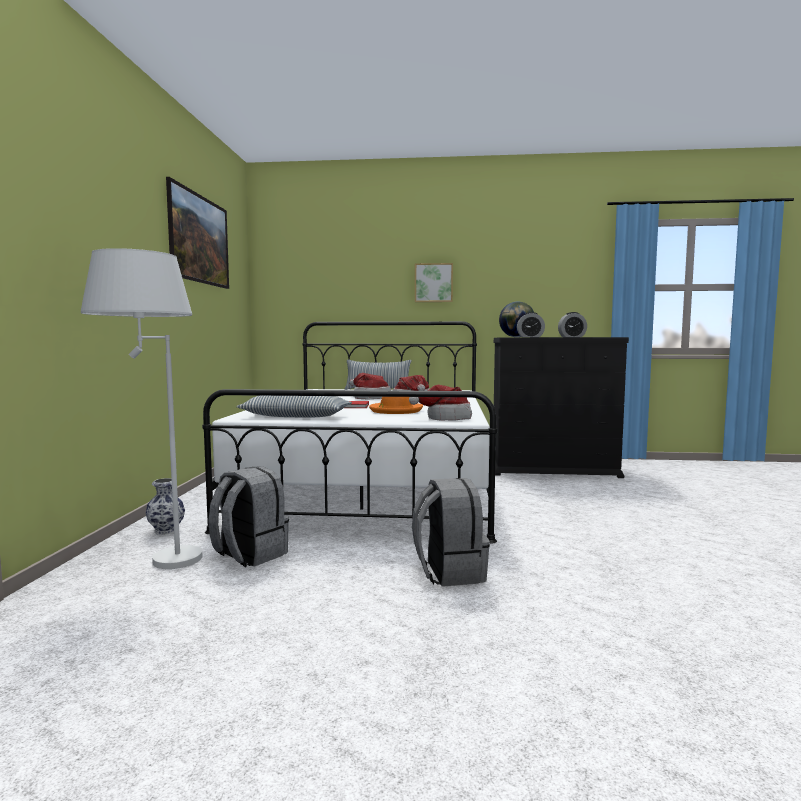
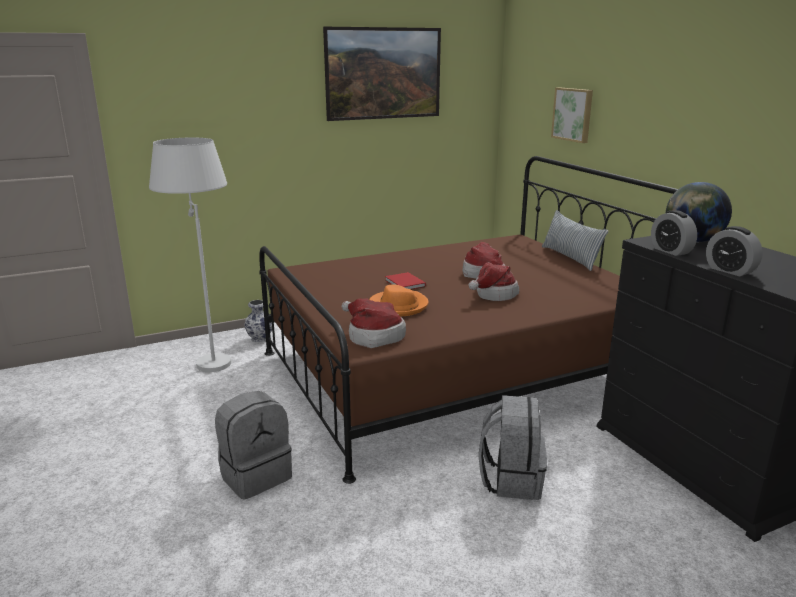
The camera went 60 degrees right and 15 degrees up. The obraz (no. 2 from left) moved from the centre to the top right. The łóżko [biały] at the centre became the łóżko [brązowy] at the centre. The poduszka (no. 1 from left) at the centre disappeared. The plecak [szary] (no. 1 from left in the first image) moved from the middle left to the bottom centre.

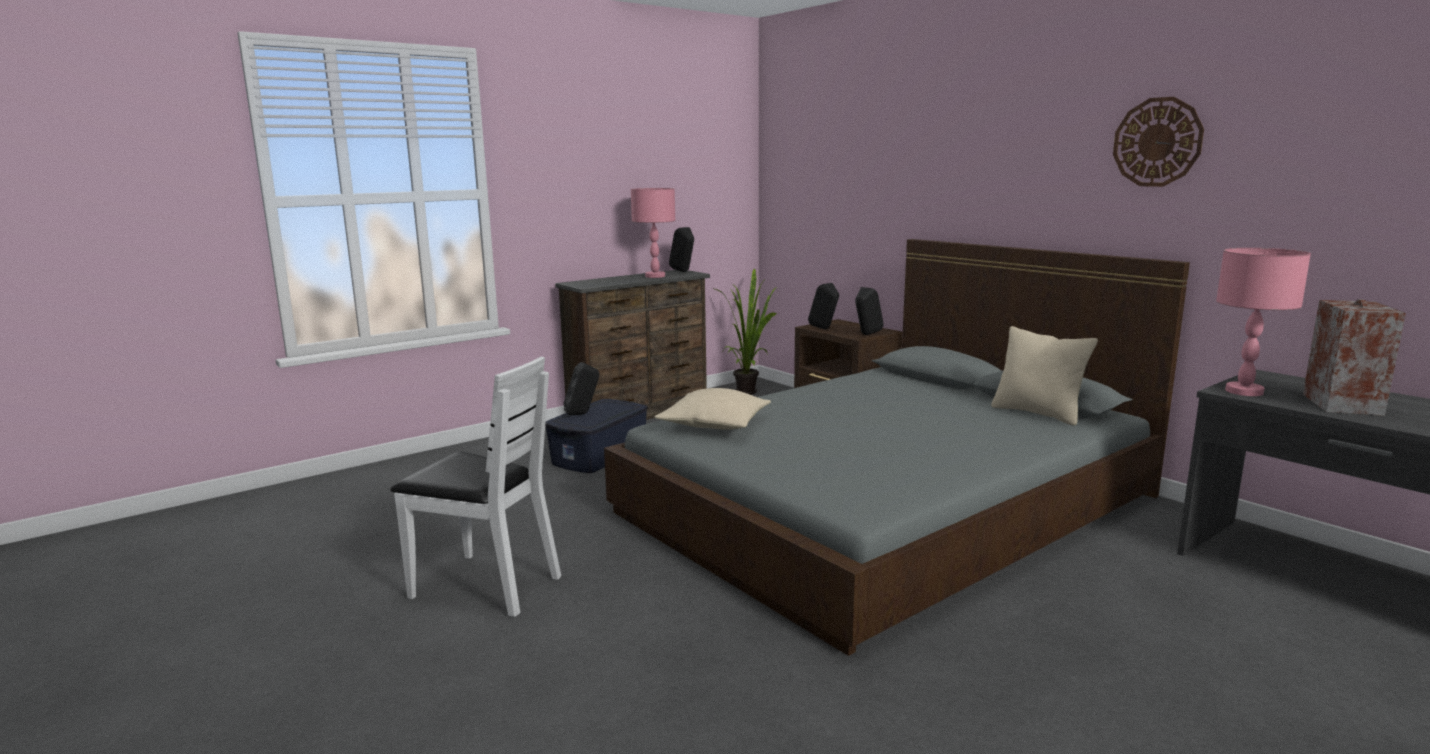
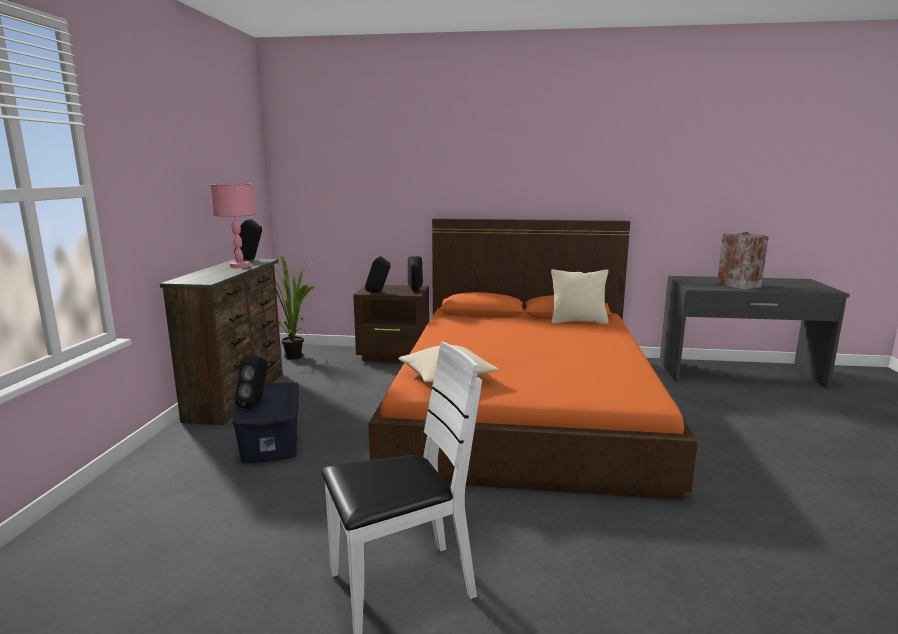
The camera went 45 degrees left and 0 degrees up. The zegar ścienny at the top right disappeared. The łóżko [szary] at the centre became the łóżko [pomarańczowy] at the centre. The lampa stołowa [różowy] (no. 2 from left) at the middle right disappeared.

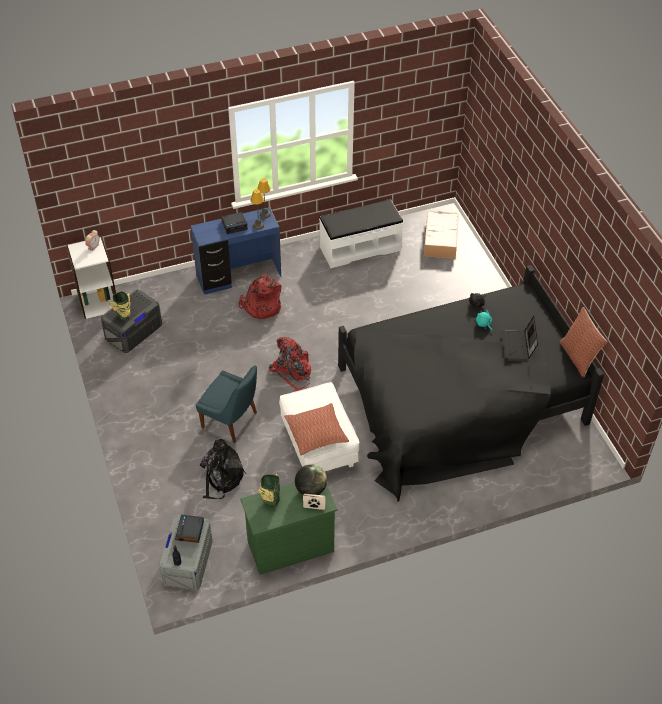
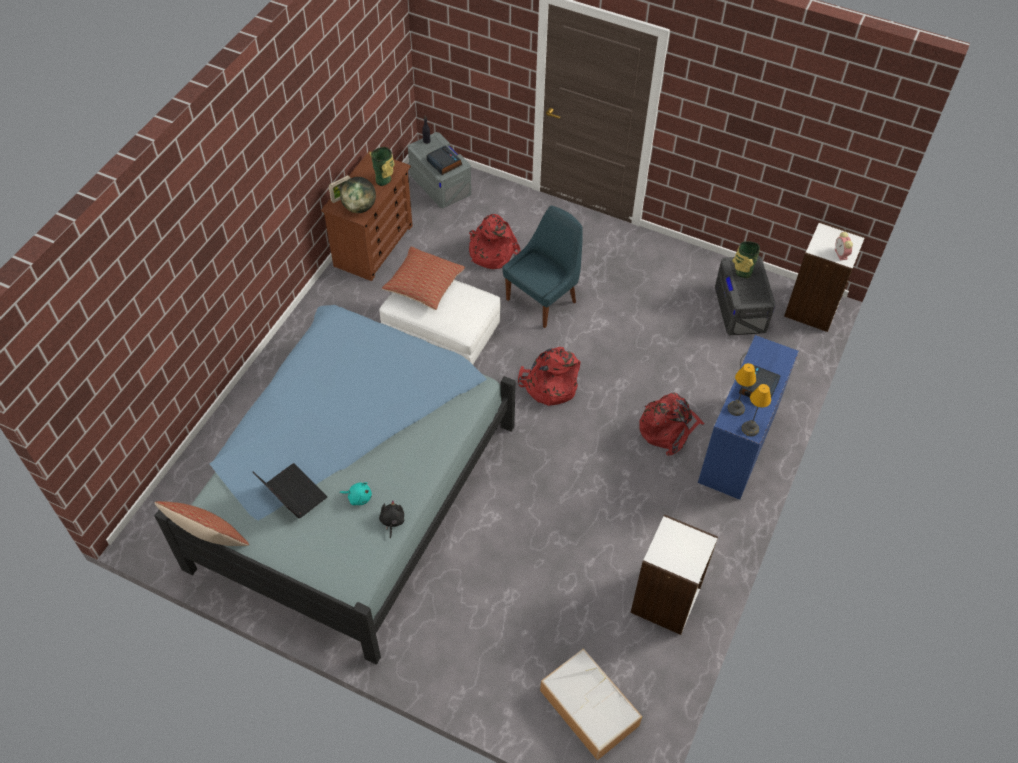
The camera went 135 degrees right and 5 degrees up. The ławka [biały] at the top centre was replaced by the regał [biały] (no. 1 from left) at the bottom centre. The łóżko [czarny] at the middle right became the łóżko [niebieski] at the middle left. The krzesło [niebieski] at the centre turned 150 degrees clockwise. The plecak [czarny] at the centre became the plecak [czerwony] (no. 1 from left) at the top centre. The komoda [zielony] at the bottom centre became the komoda [brązowy] at the top centre.

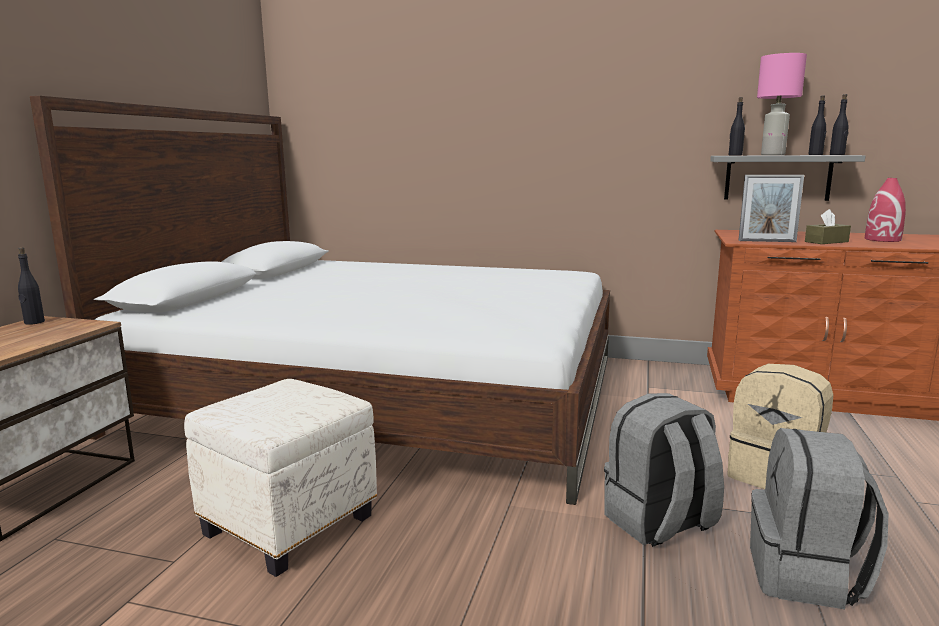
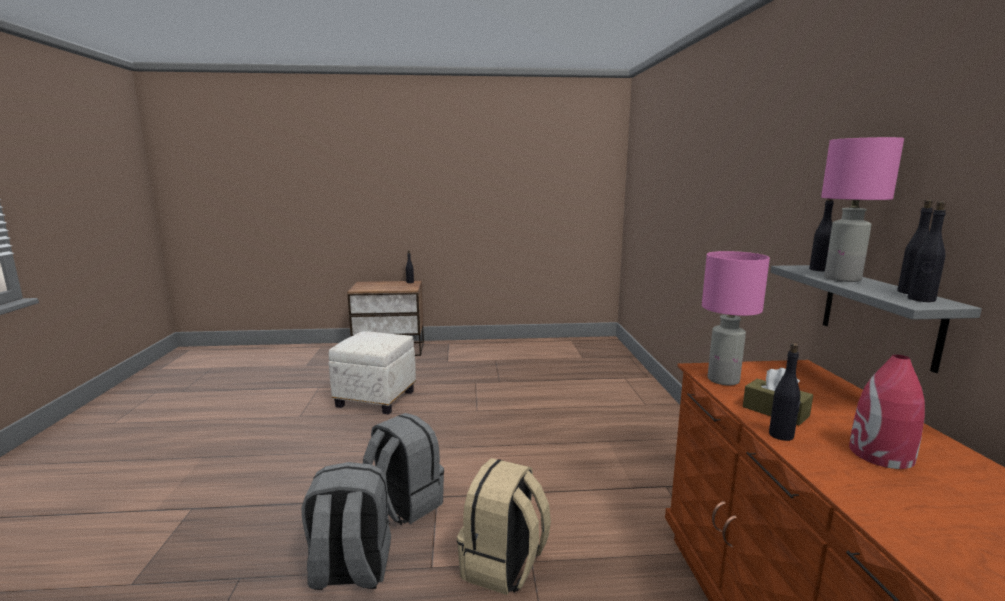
The camera went 70 degrees right and 0 degrees up. The łóżko at the centre disappeared. The ramka na zdjęcie at the top right was replaced by the lampa stołowa [różowy] (no. 1 from left) at the middle right. The butelka [czarny] (no. 2 from left) at the middle right appeared.

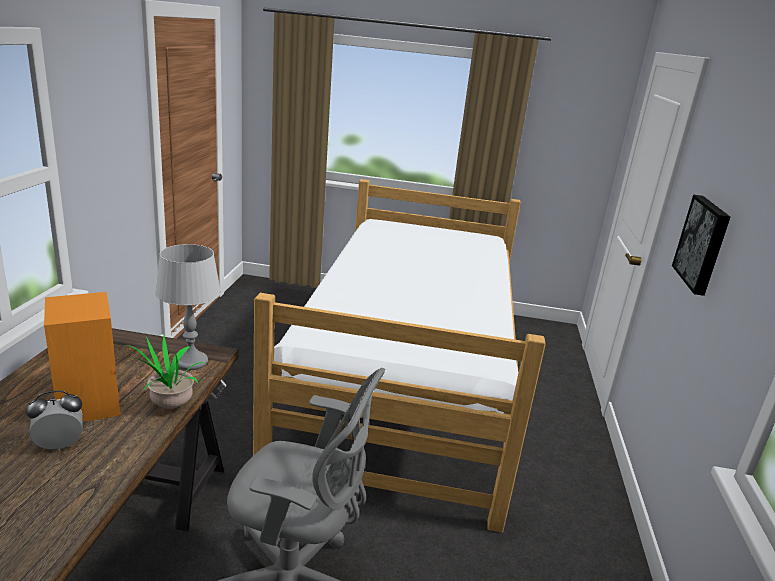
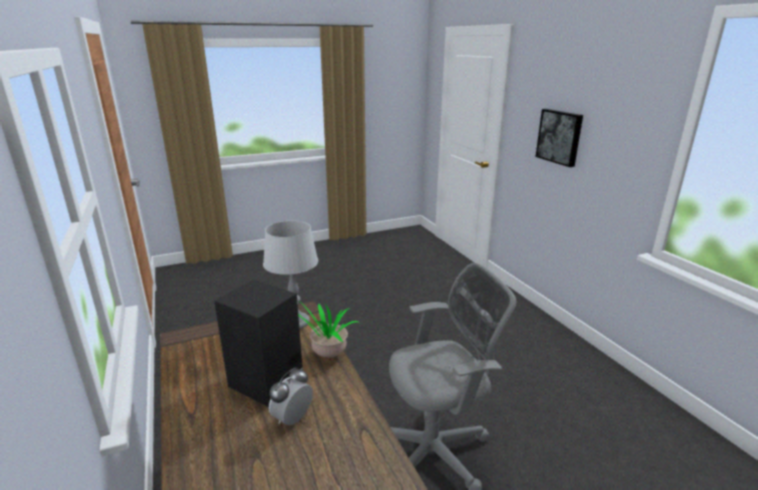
The camera went 30 degrees left and 0 degrees up. The łóżko at the centre disappeared. The głośnik [pomarańczowy] at the middle left became the głośnik [czarny] at the bottom centre.

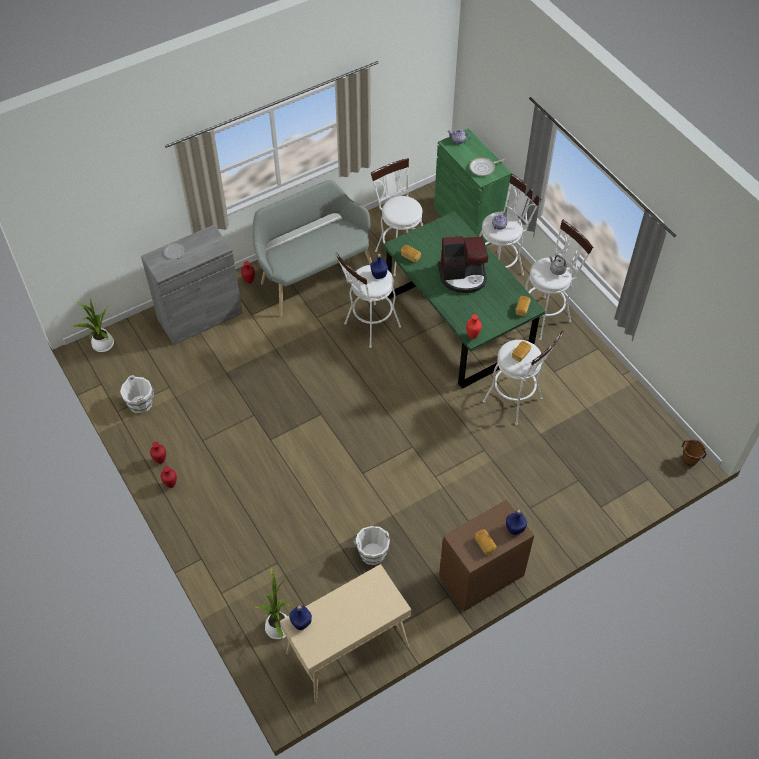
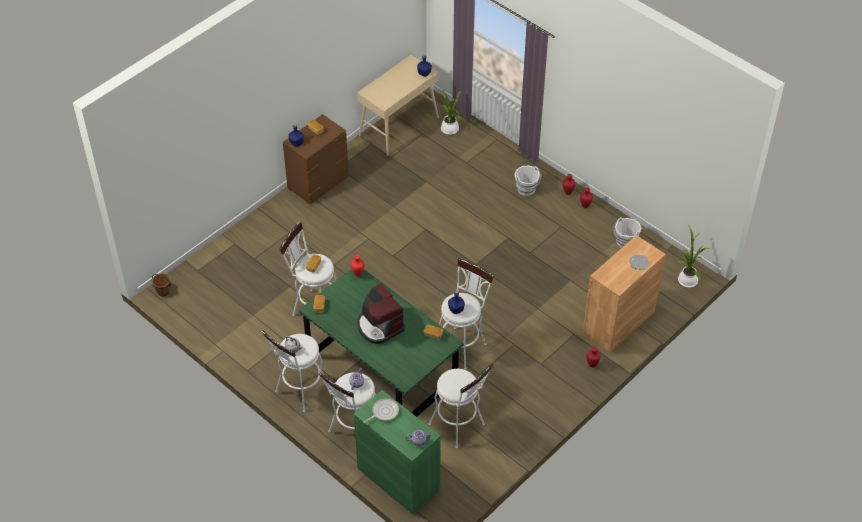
The camera went 165 degrees right and 5 degrees down. The ławka [szary] at the top centre disappeared. The szafka [szary] at the middle left became the szafka [brązowy] at the middle right. The ekspres do kawy at the centre turned 105 degrees counterclockwise. The wiadro [biały] (no. 2 from left in the first image) moved from the bottom centre to the centre.

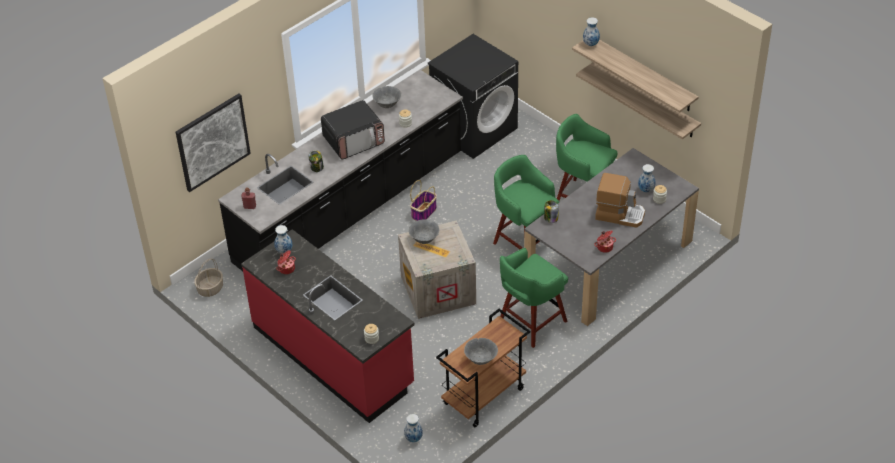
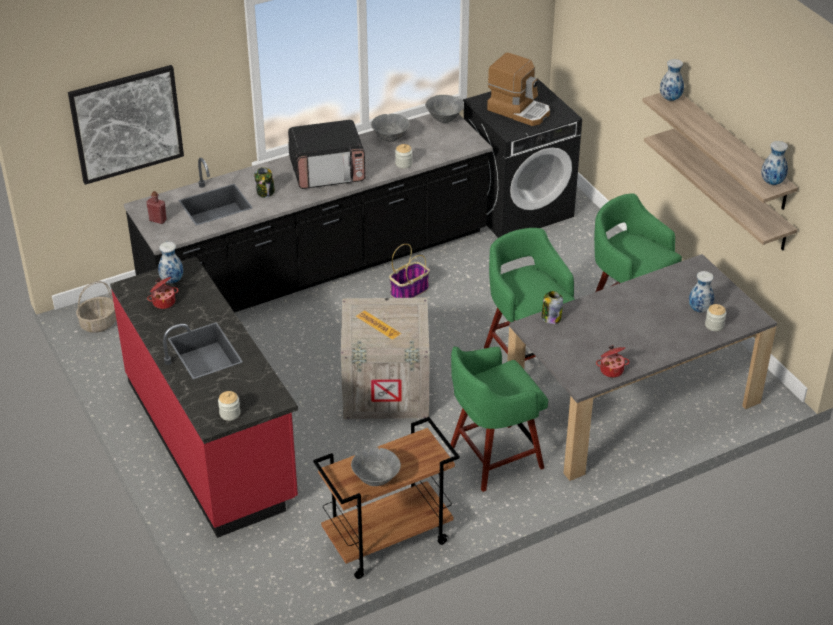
The camera went 15 degrees right and 5 degrees down. The ekspres do kawy moved from the middle right to the top centre. The miska [szary] (no. 2 from left in the first image) moved from the centre to the top centre. The wazon (no. 2 from left in the first image) moved from the bottom centre to the top right.

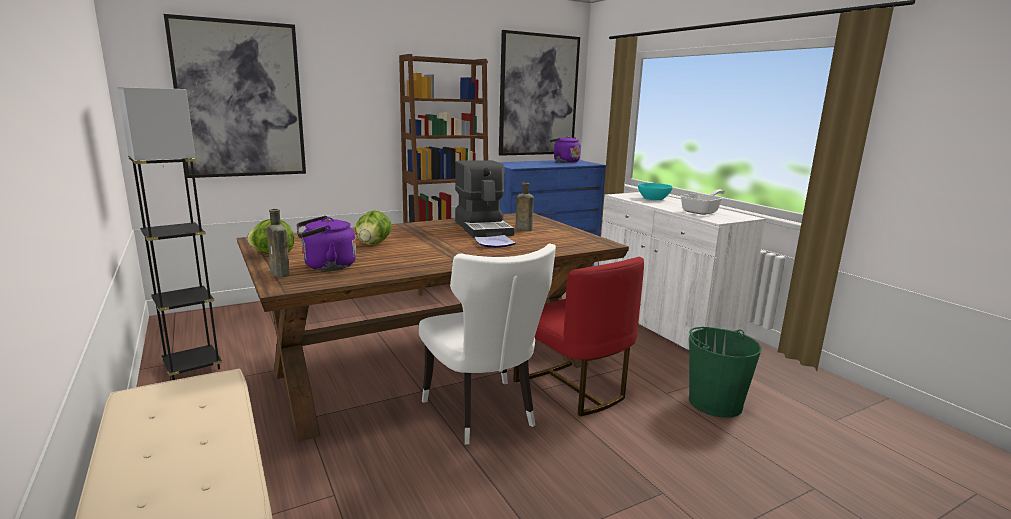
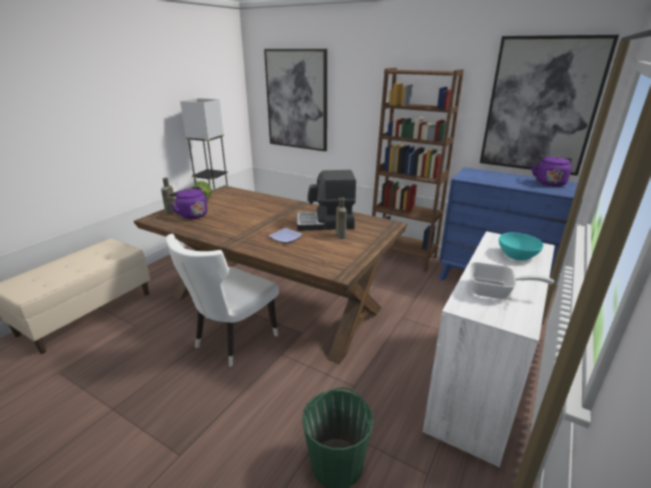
The camera went 60 degrees right and 10 degrees up. The ekspres do kawy at the centre turned 45 degrees clockwise. The sałata (no. 2 from left) at the centre disappeared. The krzesło [czerwony] at the centre disappeared.

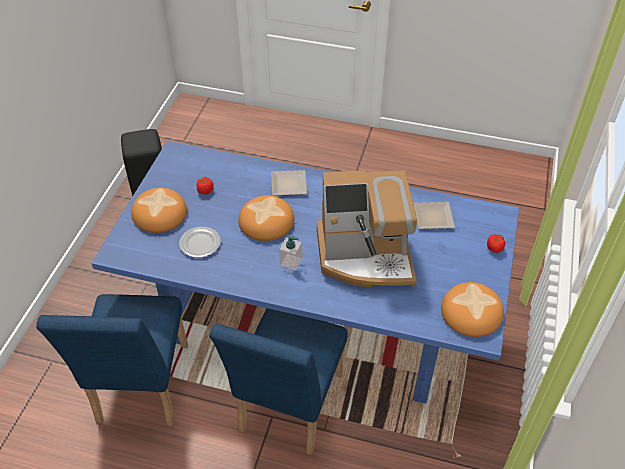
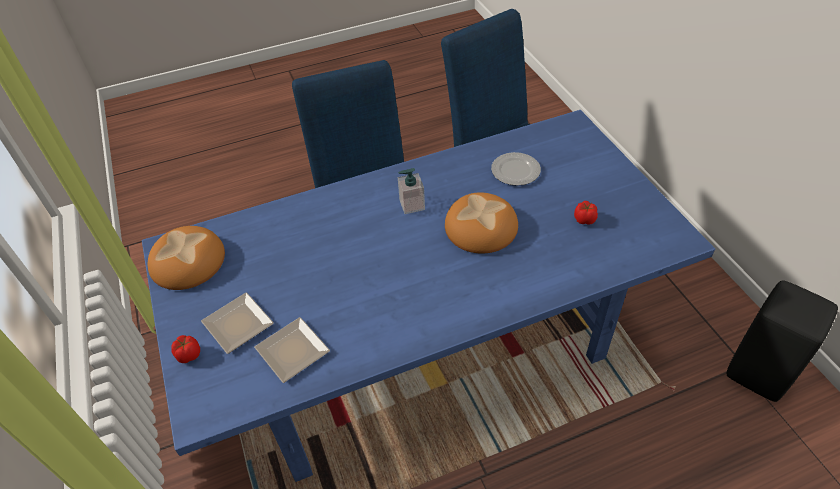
The camera went 145 degrees right and 0 degrees up. The talerz (no. 2 from left in the first image) moved from the centre to the middle left. The ekspres do kawy at the centre disappeared. The chleb (no. 1 from left) at the middle left disappeared.

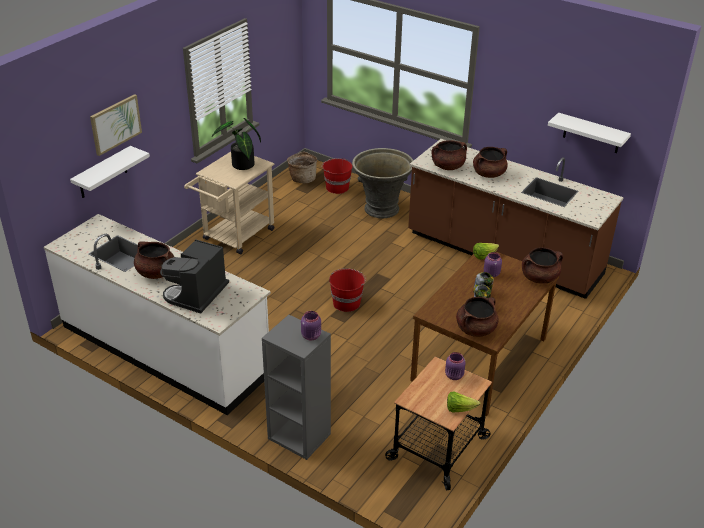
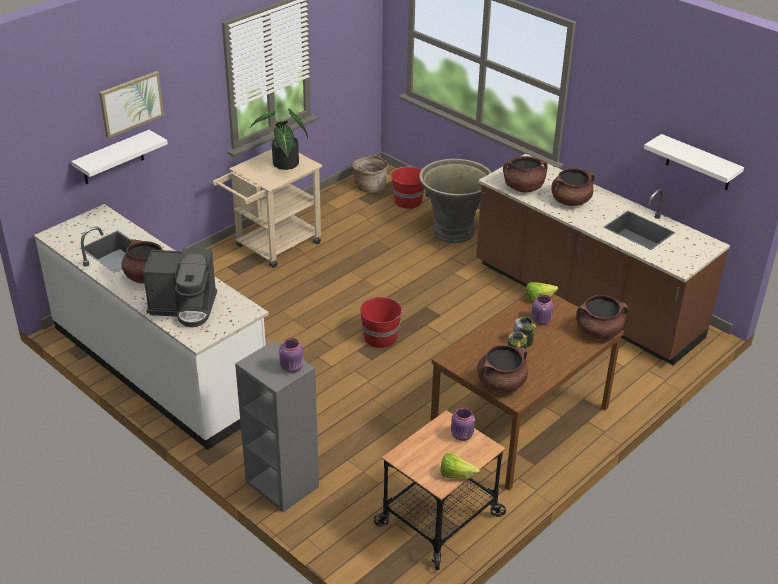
The camera went 10 degrees right and 0 degrees up. The ekspres do kawy at the middle left turned 120 degrees counterclockwise.

